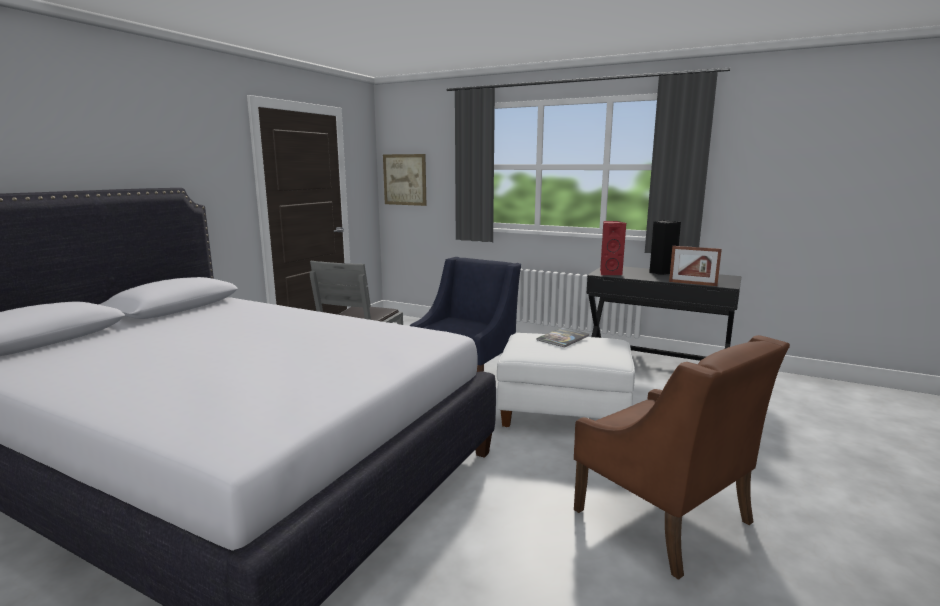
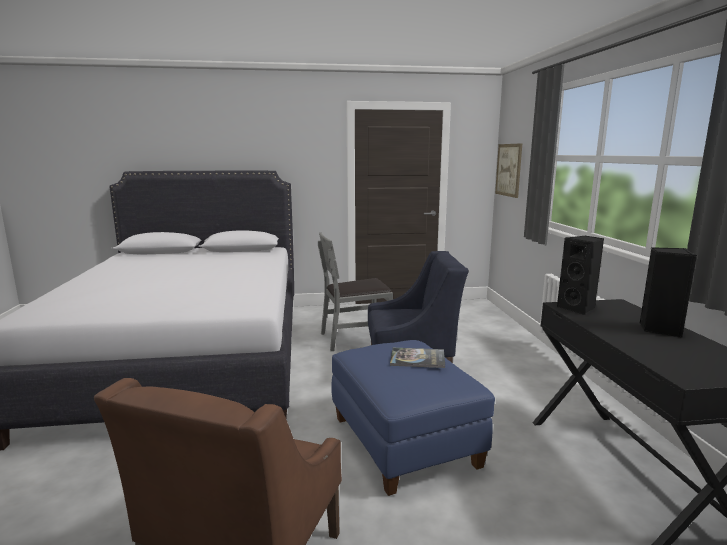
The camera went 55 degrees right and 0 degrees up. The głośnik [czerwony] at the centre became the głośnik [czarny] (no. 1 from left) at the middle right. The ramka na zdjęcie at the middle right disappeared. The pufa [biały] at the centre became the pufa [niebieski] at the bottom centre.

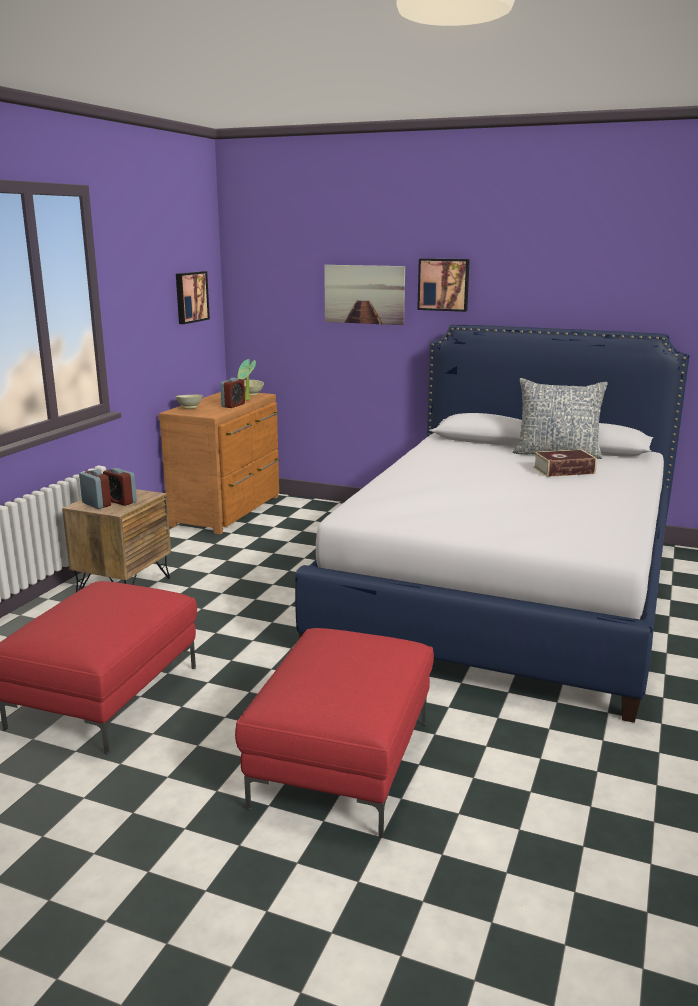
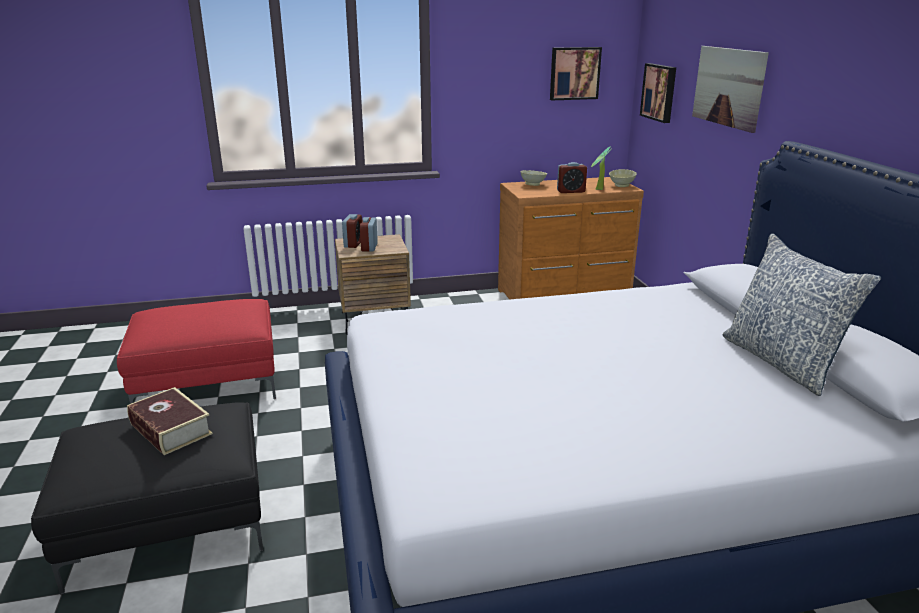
The camera went 55 degrees right and 5 degrees up. The obraz (no. 3 from left in the first image) moved from the top centre to the top right. The książka moved from the middle right to the bottom left. The pufa [czerwony] (no. 2 from left) at the bottom centre became the pufa [czarny] at the bottom left.

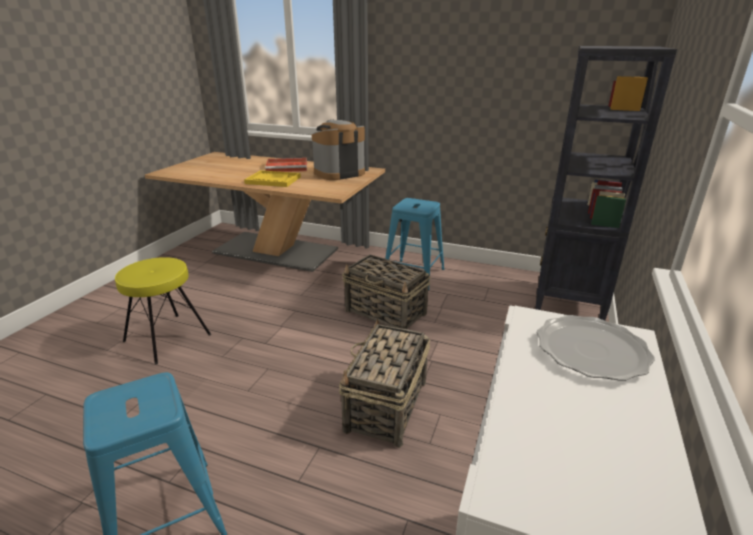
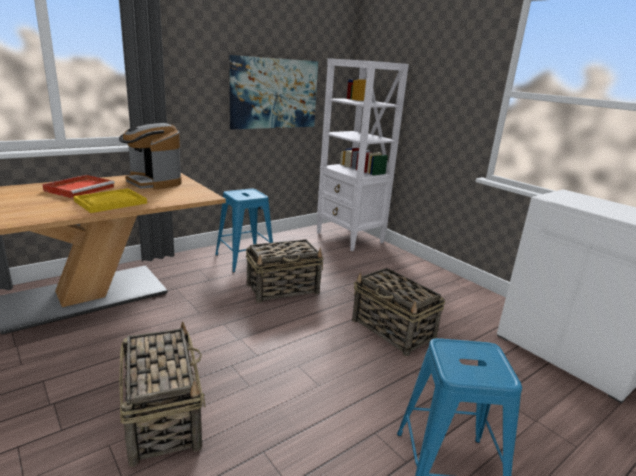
The camera went 60 degrees left and 5 degrees down. The regał [czarny] at the middle right became the regał [biały] at the top centre. The ekspres do kawy at the top centre turned 45 degrees counterclockwise. The stołek [żółty] at the middle left was replaced by the koszyk (no. 1 from left) at the bottom left. The talerz at the middle right disappeared. The obraz at the top centre appeared.

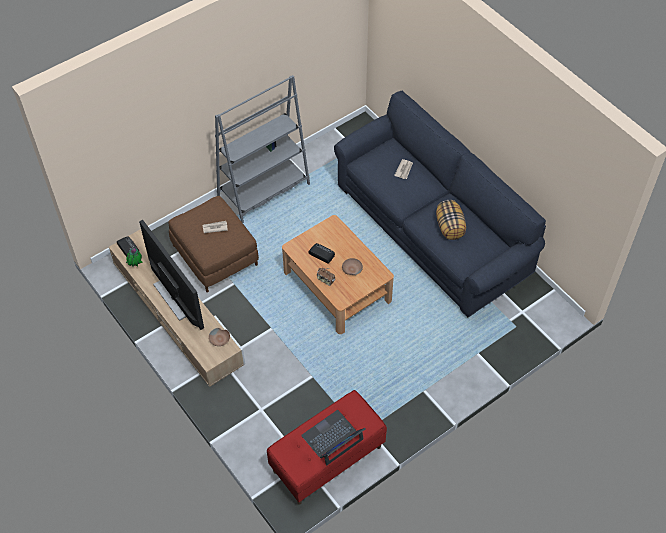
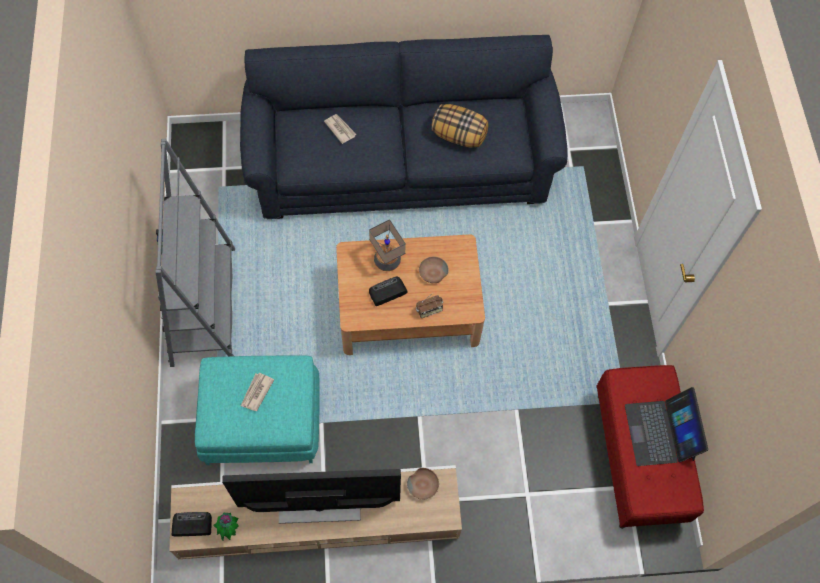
The camera went 60 degrees left and 10 degrees up. The pufa [brązowy] at the middle left became the pufa [turkusowy] at the bottom left. The lampa stołowa at the centre appeared.

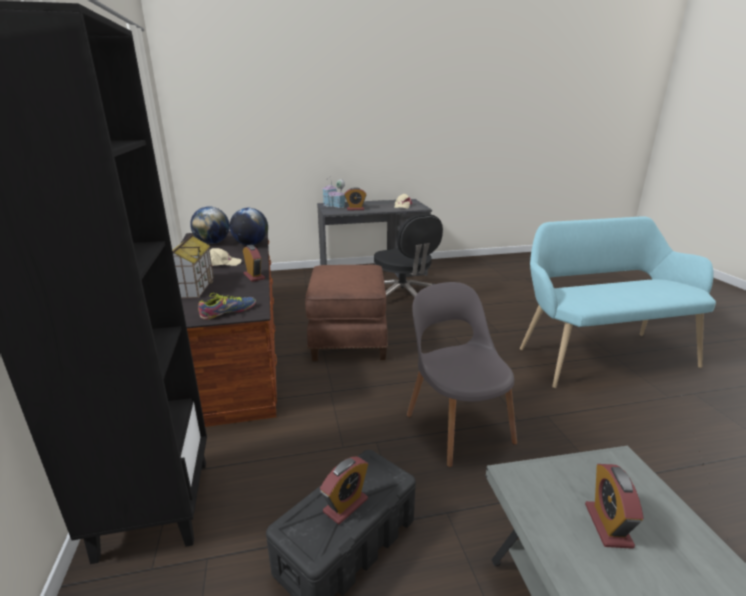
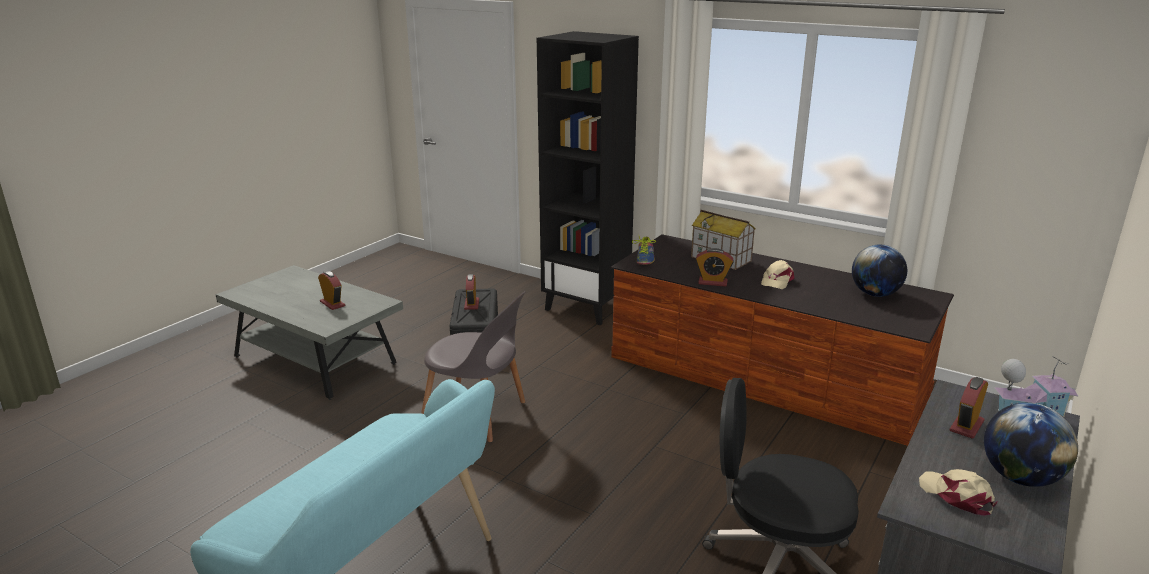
The camera went 135 degrees right and 0 degrees up. The globus (no. 2 from left) moved from the centre to the bottom right. The pufa [brązowy] at the centre disappeared.

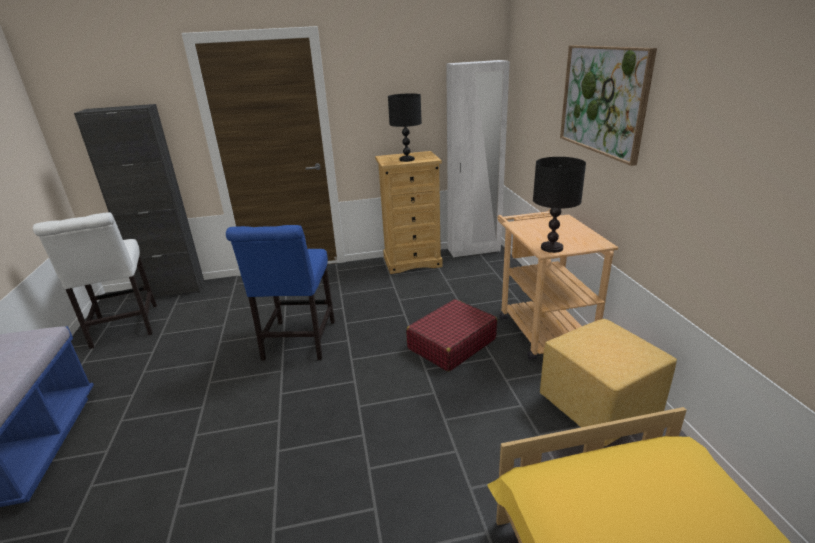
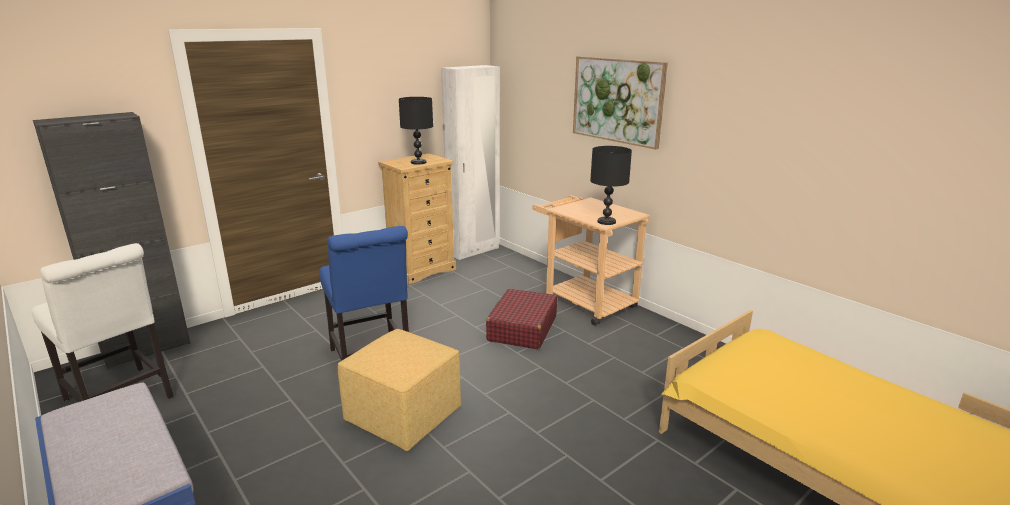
The camera went 30 degrees left and 5 degrees down. The pufa [żółty] moved from the bottom right to the bottom centre.

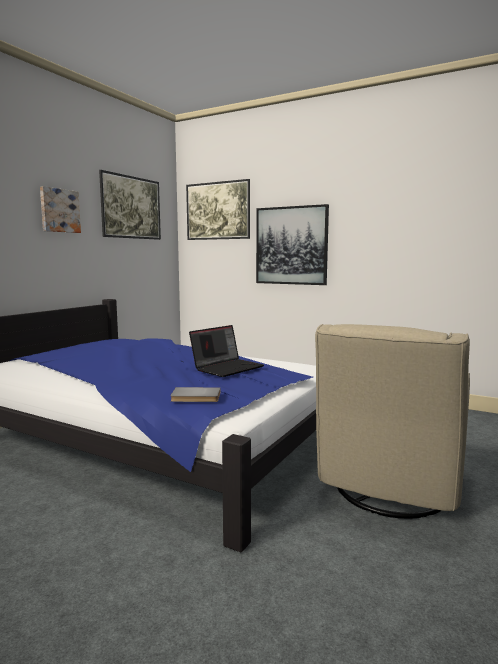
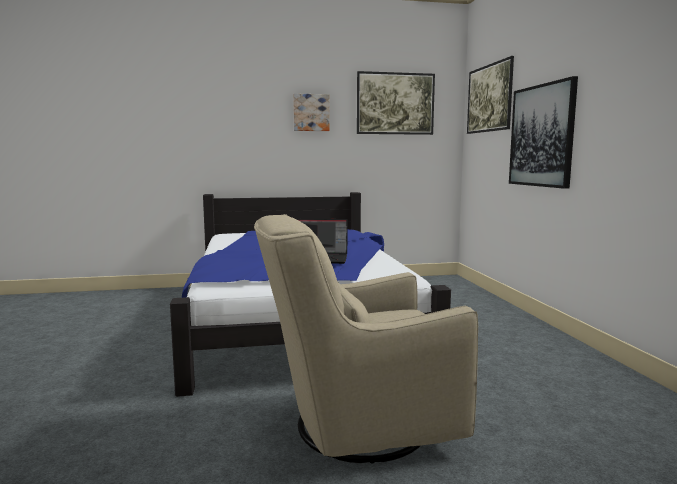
The camera went 50 degrees right and 0 degrees up. The książka [szary] at the centre disappeared.

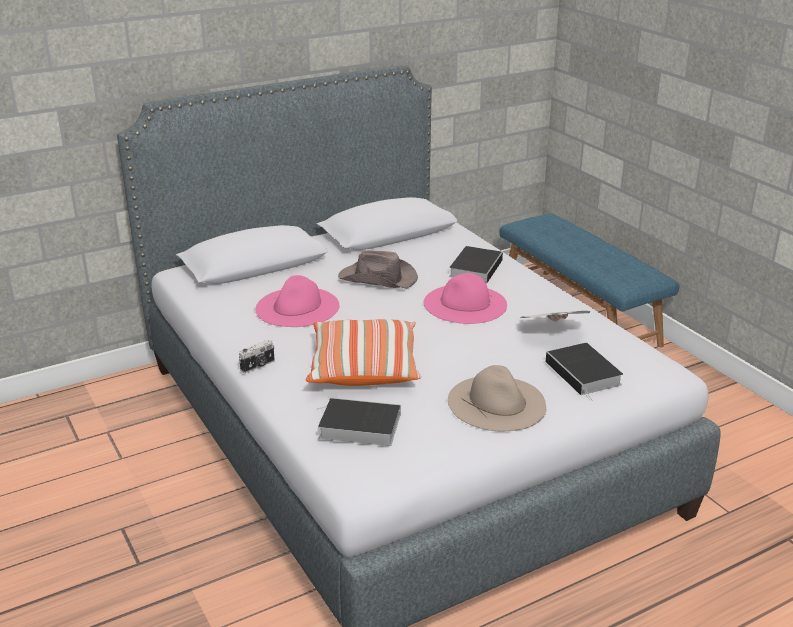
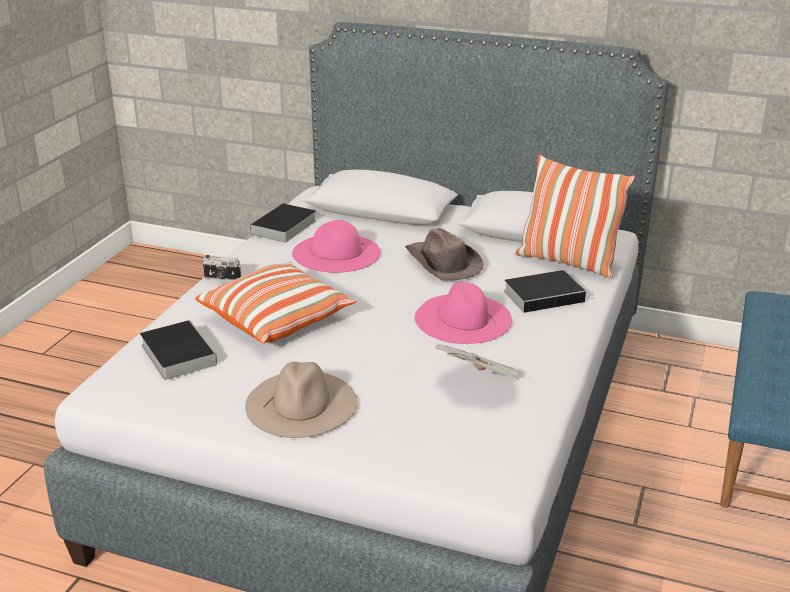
The camera went 50 degrees right and 0 degrees up. The książka (no. 3 from left in the first image) moved from the middle right to the centre. The poduszka (no. 2 from left) at the middle right appeared.

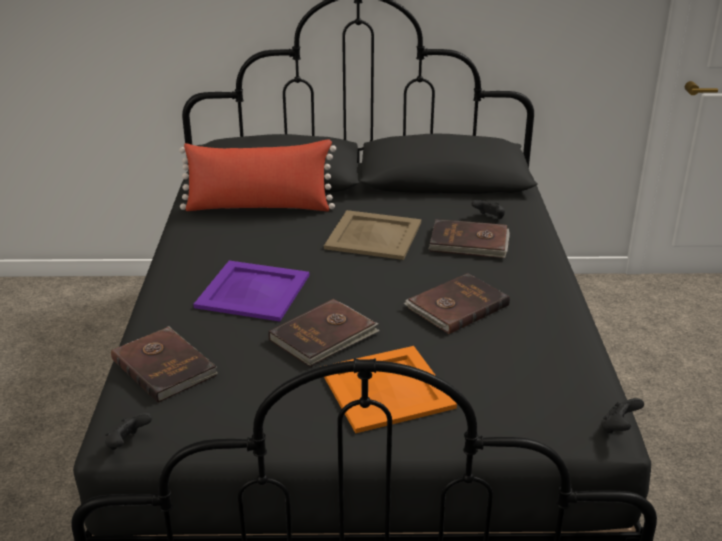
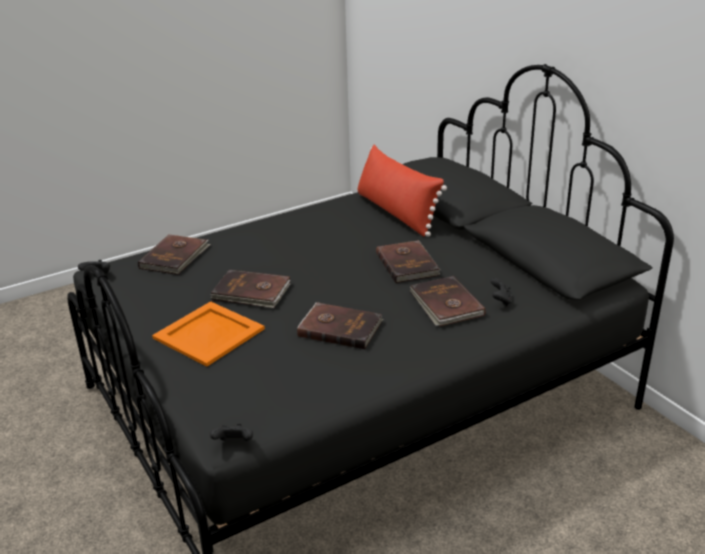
The camera went 60 degrees right and 0 degrees up. The taca [beżowy] at the centre was replaced by the książka [brązowy] (no. 4 from left) at the centre. The taca [fioletowy] at the centre disappeared.

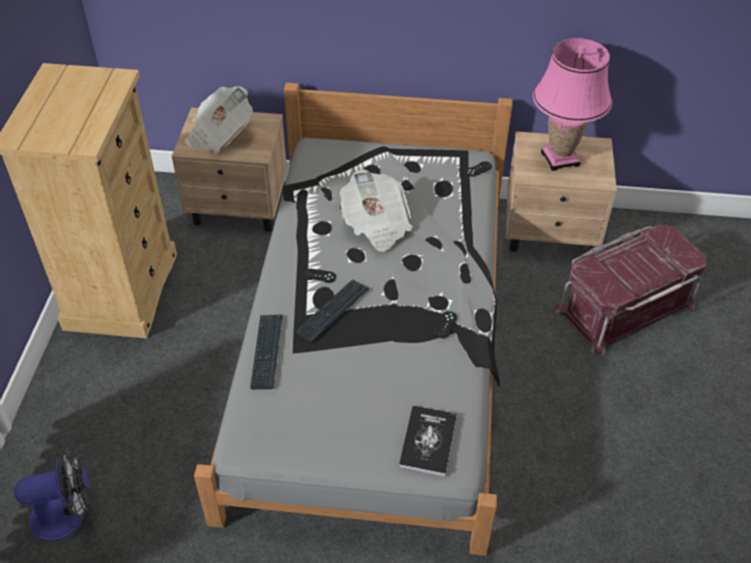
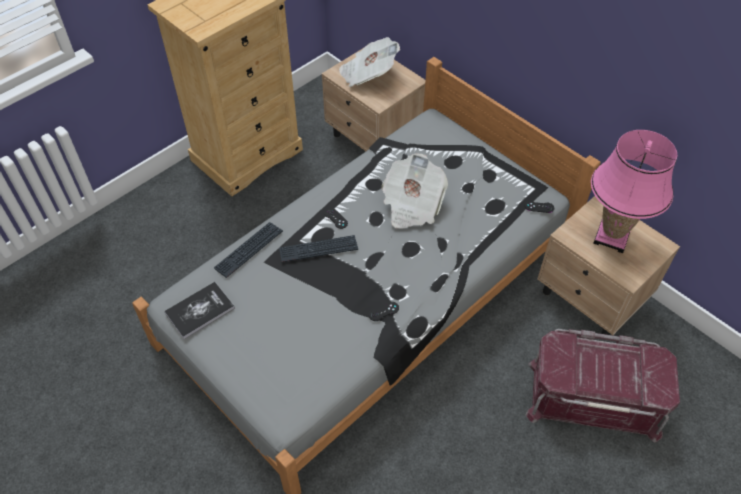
The camera went 40 degrees right and 5 degrees up. The książka moved from the bottom centre to the middle left. The wentylator at the bottom left disappeared.

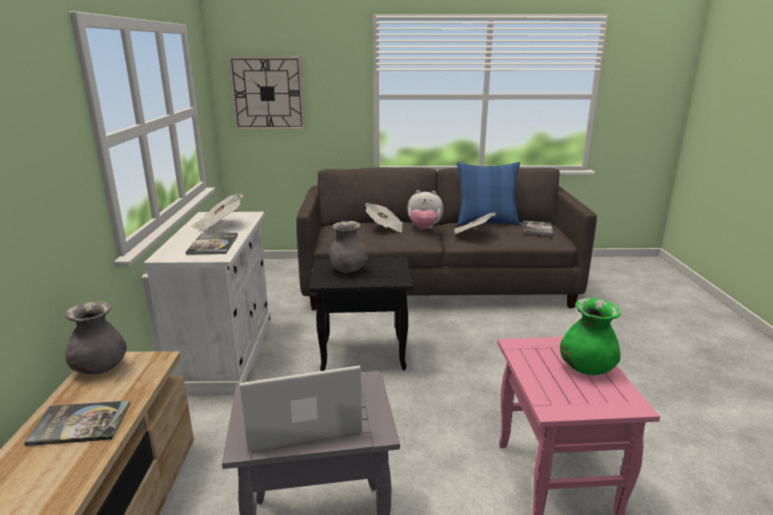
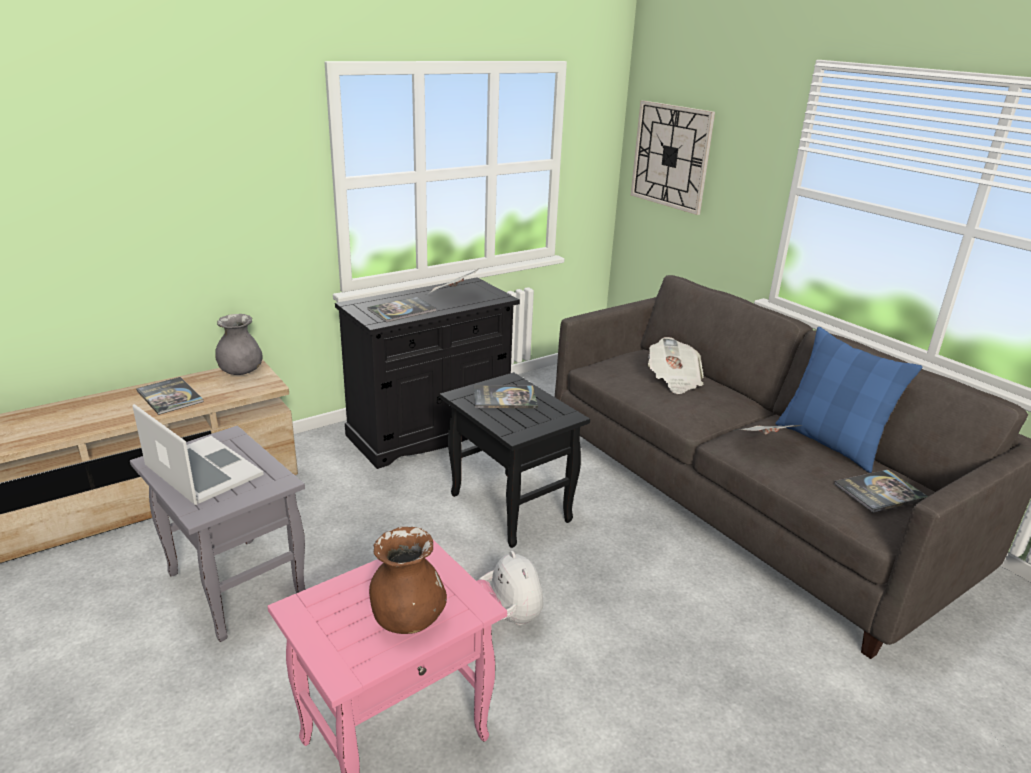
The camera went 55 degrees right and 5 degrees up. The pluszak moved from the centre to the bottom centre. The szafka [biały] at the middle left became the szafka [czarny] at the centre. The wazon [szary] (no. 2 from left) at the centre was replaced by the książka (no. 3 from left) at the centre. The wazon [zielony] at the middle right became the wazon [brązowy] at the bottom centre.

